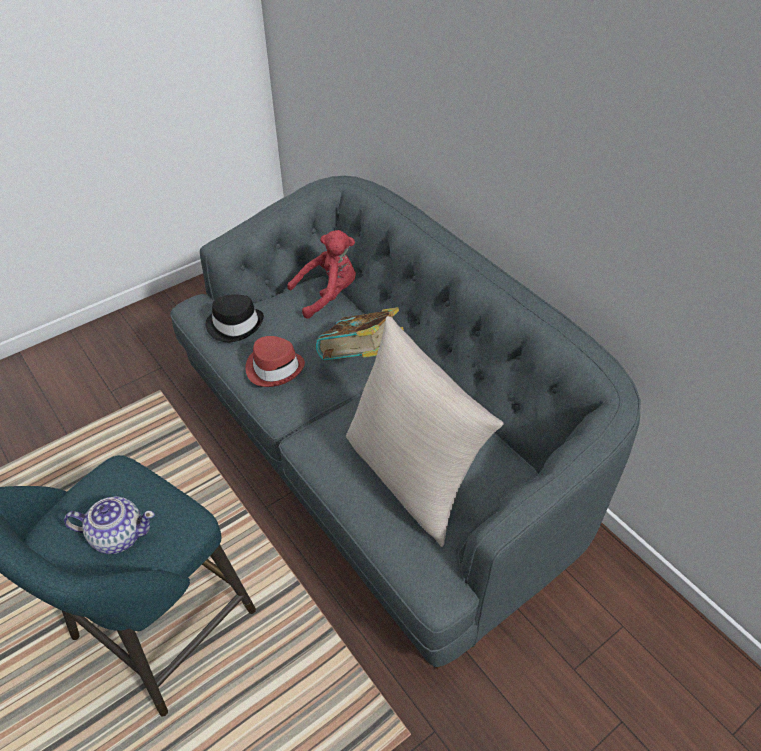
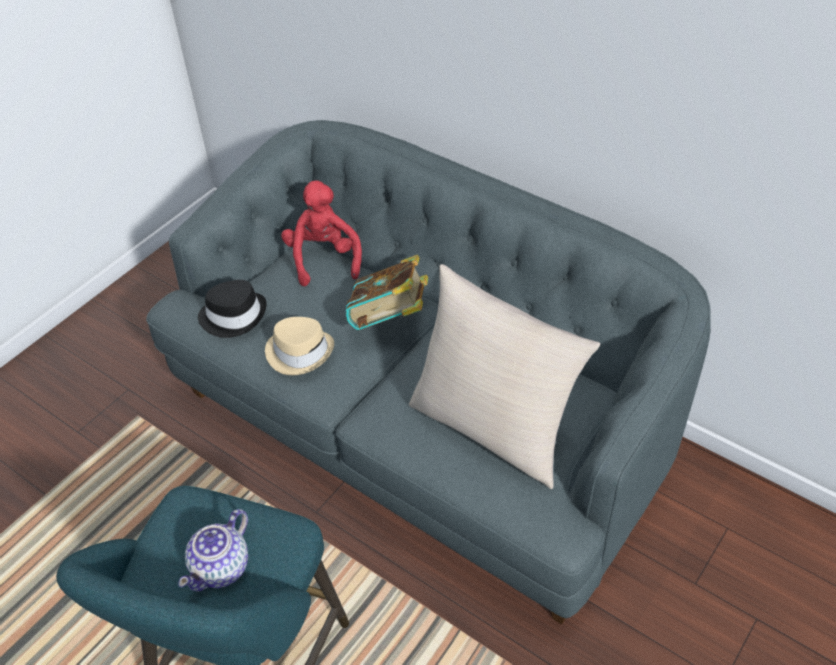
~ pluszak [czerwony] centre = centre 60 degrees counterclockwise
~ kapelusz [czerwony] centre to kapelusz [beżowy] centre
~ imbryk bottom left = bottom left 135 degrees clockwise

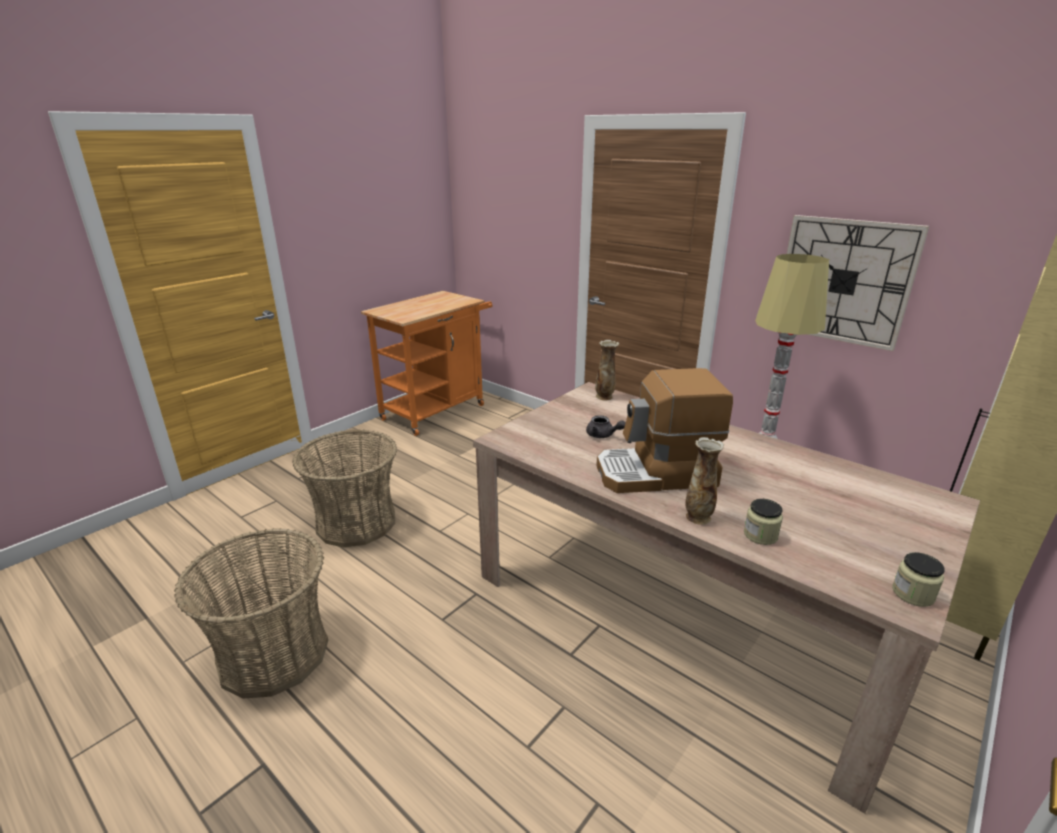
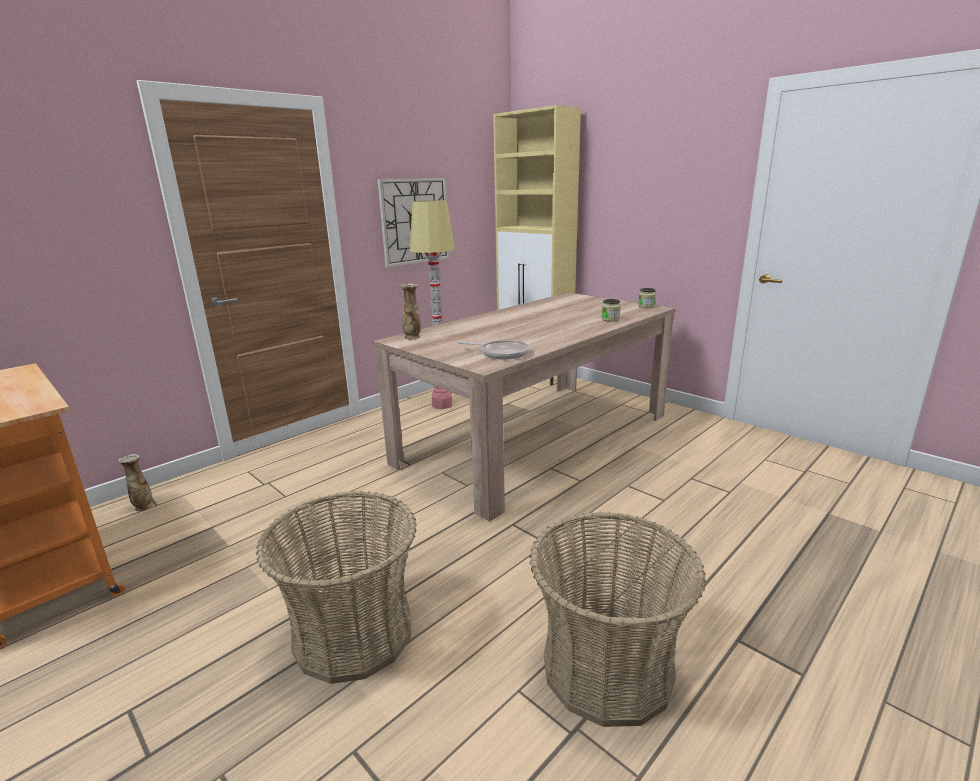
- ekspres do kawy centre
- imbryk [szary] centre
~ wazon (no. 2 from left in the first image) middle right to wazon (no. 1 from left) middle left
+ patelnia centre

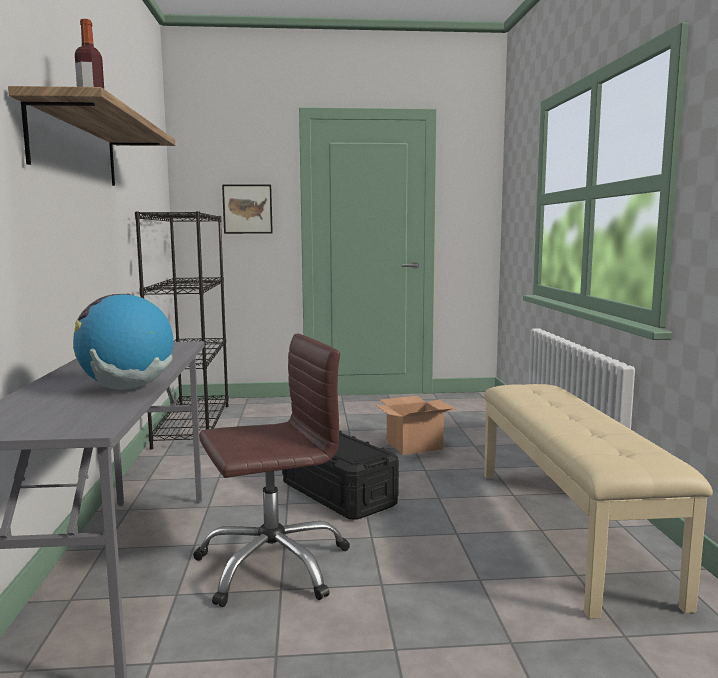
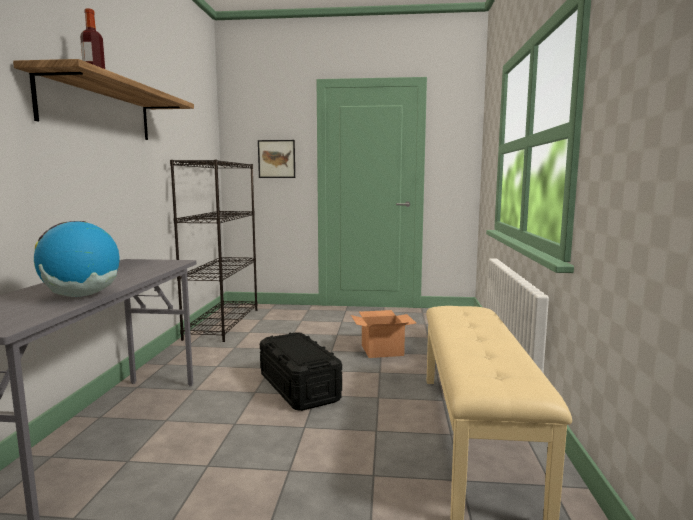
- krzesło biurowe [brązowy] bottom centre

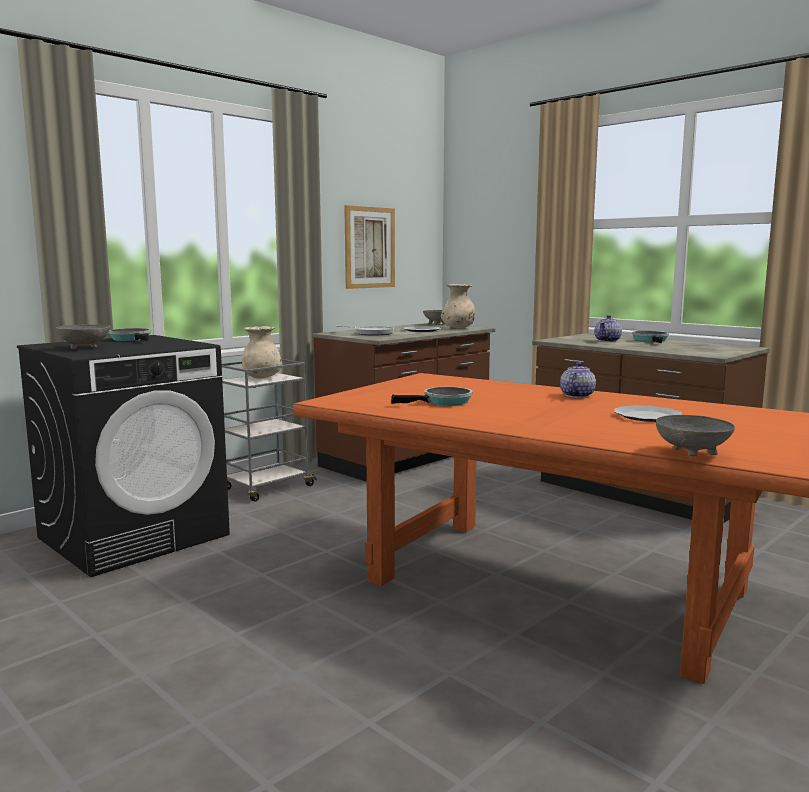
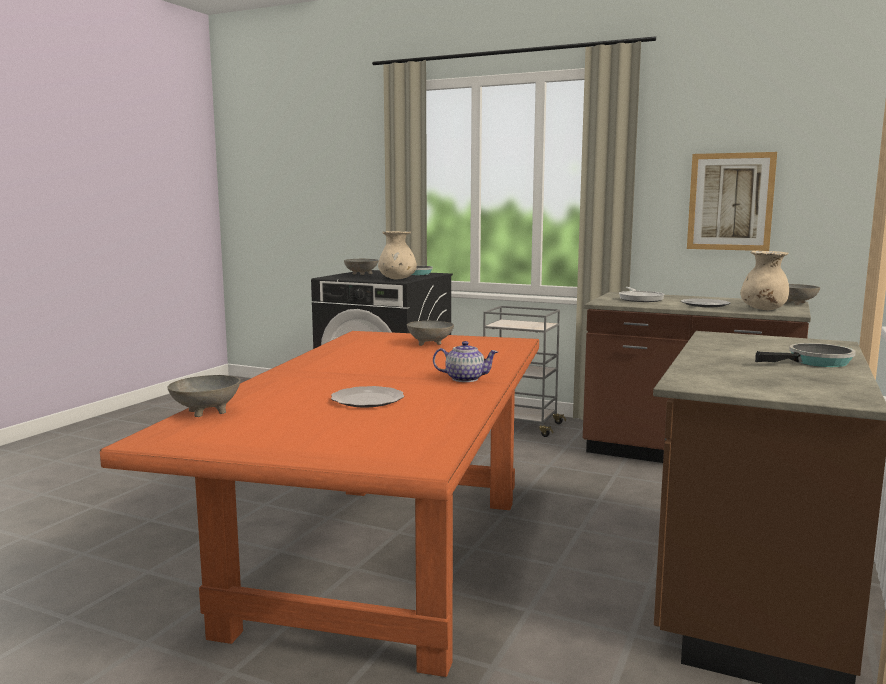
- imbryk (no. 2 from left) middle right
~ wazon [beżowy] (no. 1 from left) middle left to centre
- patelnia (no. 3 from left) centre
+ miska [szary] (no. 3 from left) centre

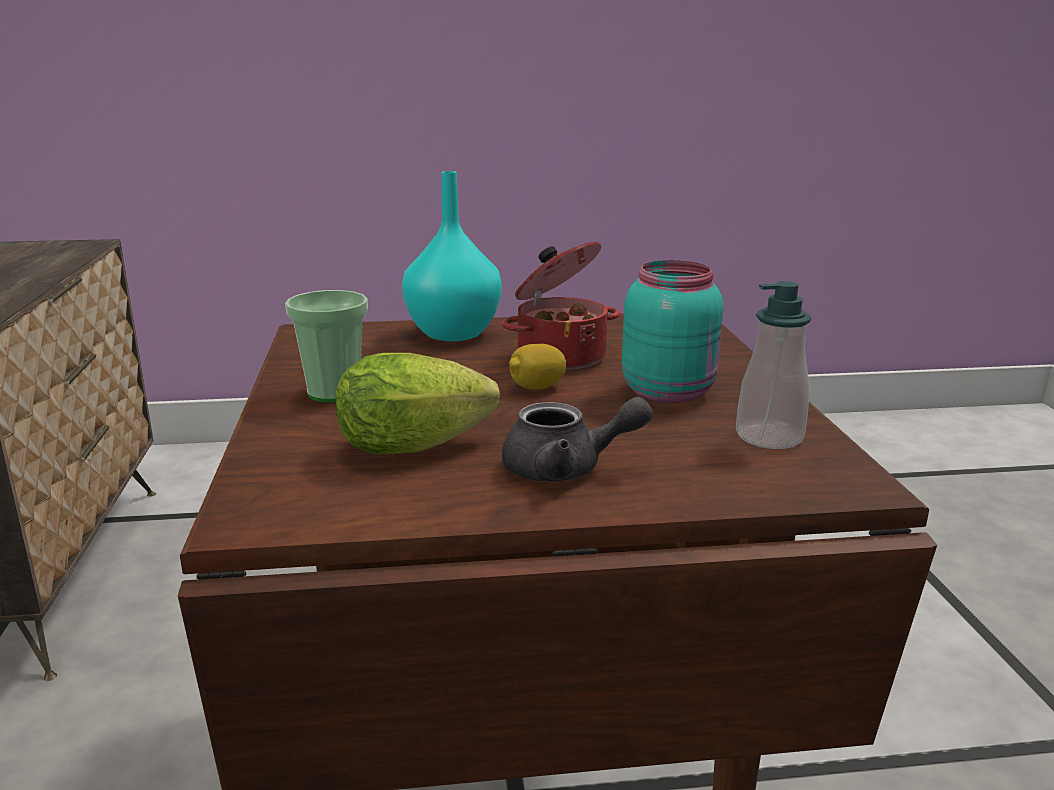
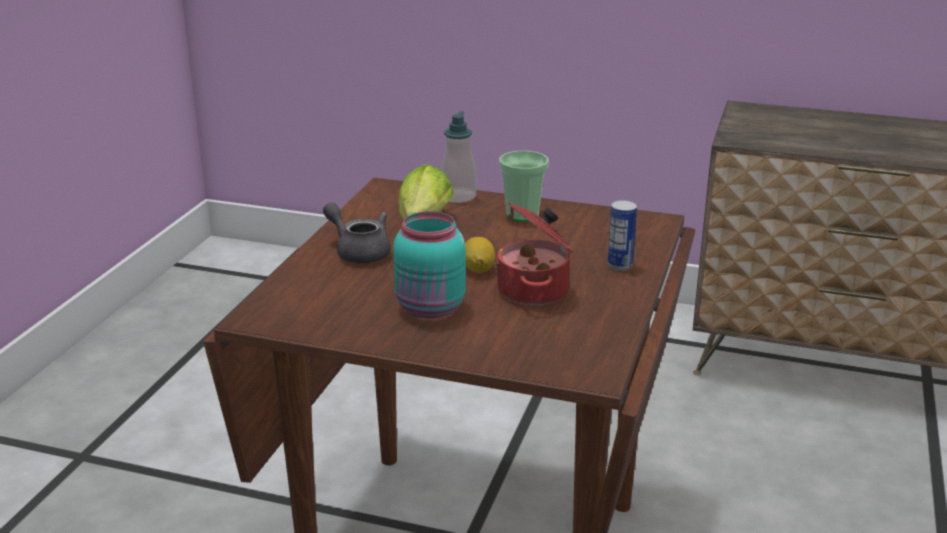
~ wazon [turkusowy] top centre to puszka centre
~ dozownik mydła middle right to top centre
~ imbryk [szary] centre = centre 105 degrees clockwise

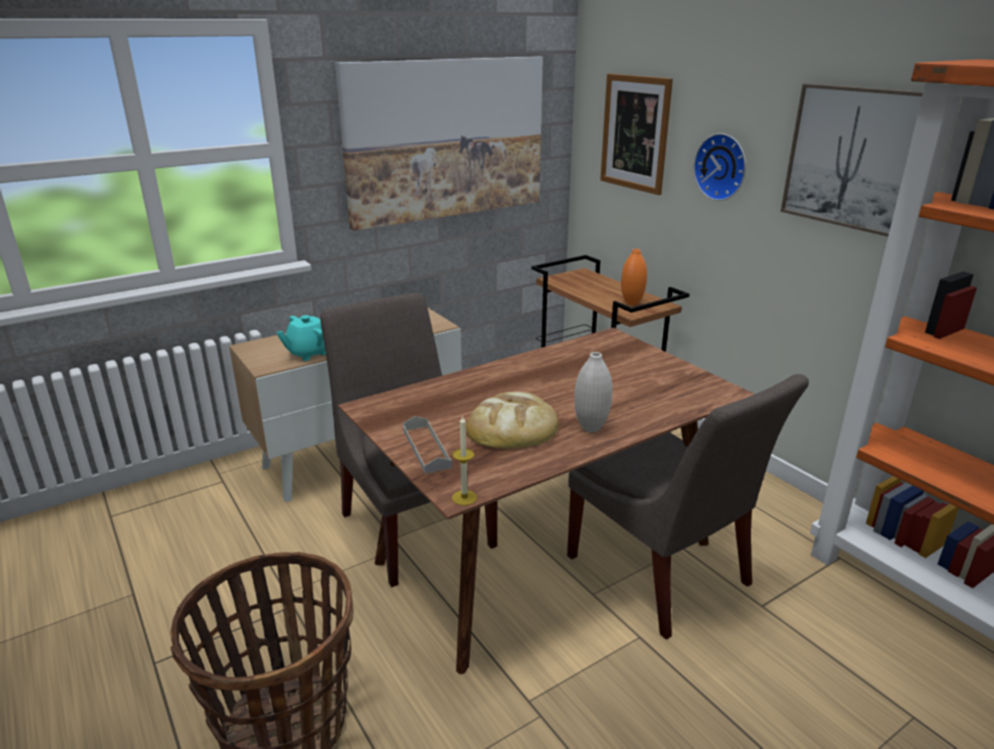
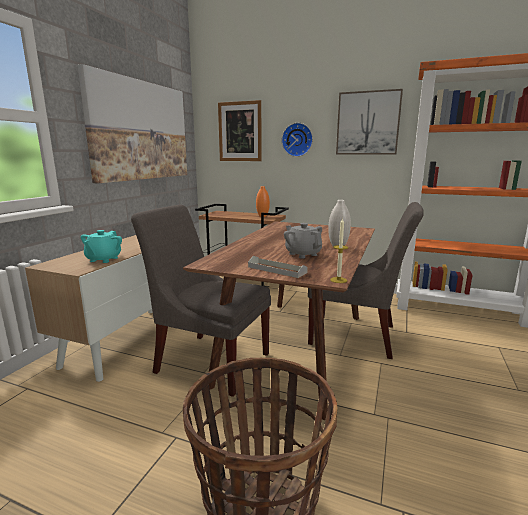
~ chleb centre to imbryk [szary] centre

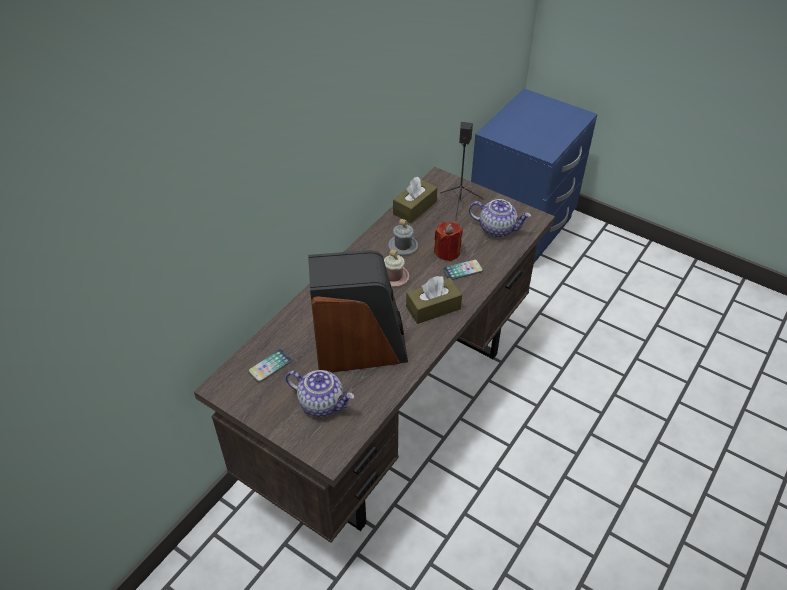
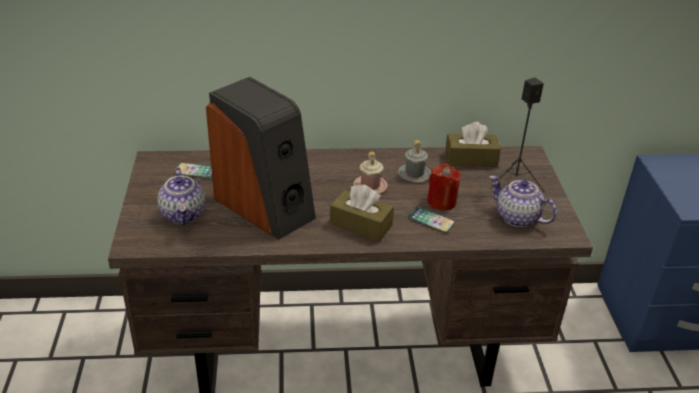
~ imbryk (no. 2 from left) centre = middle right 150 degrees clockwise

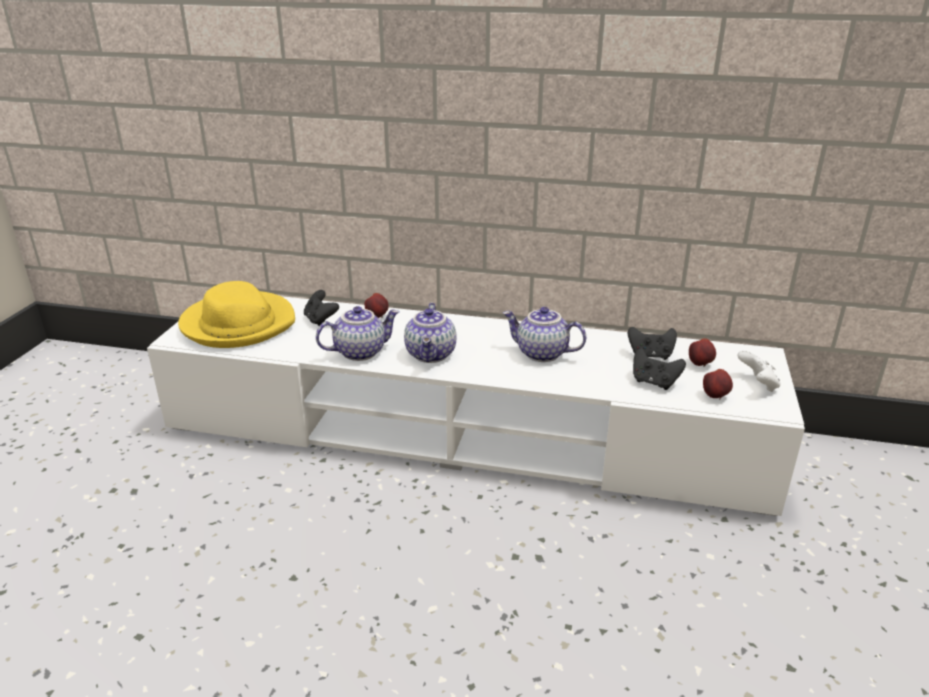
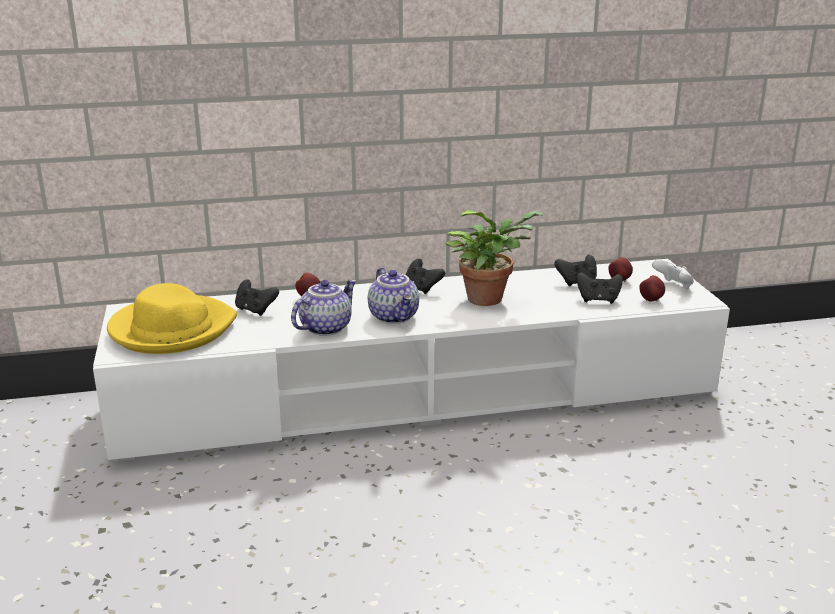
~ imbryk (no. 3 from left) centre to roślina doniczkowa centre
+ pad do gier [czarny] (no. 2 from left) centre

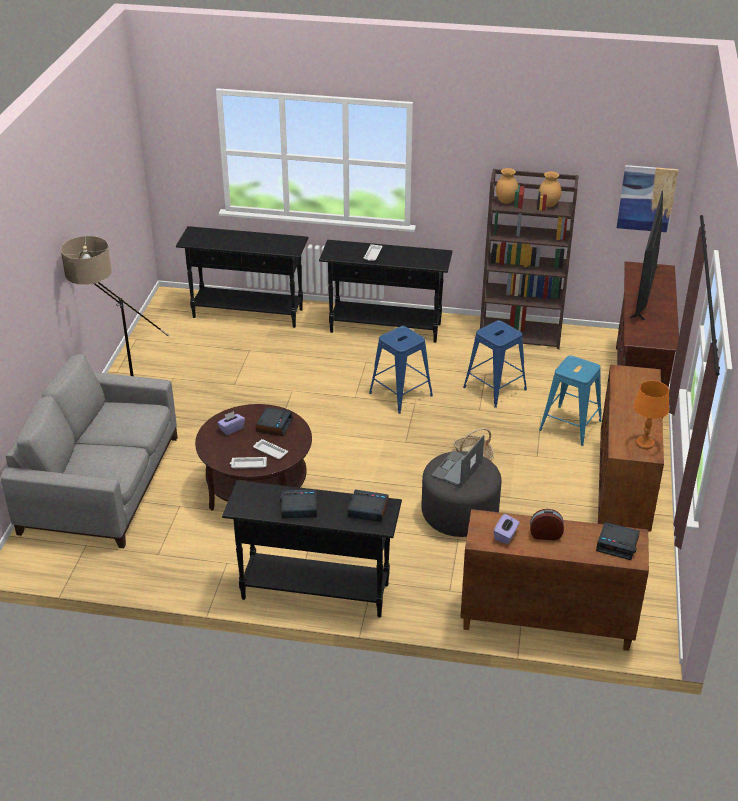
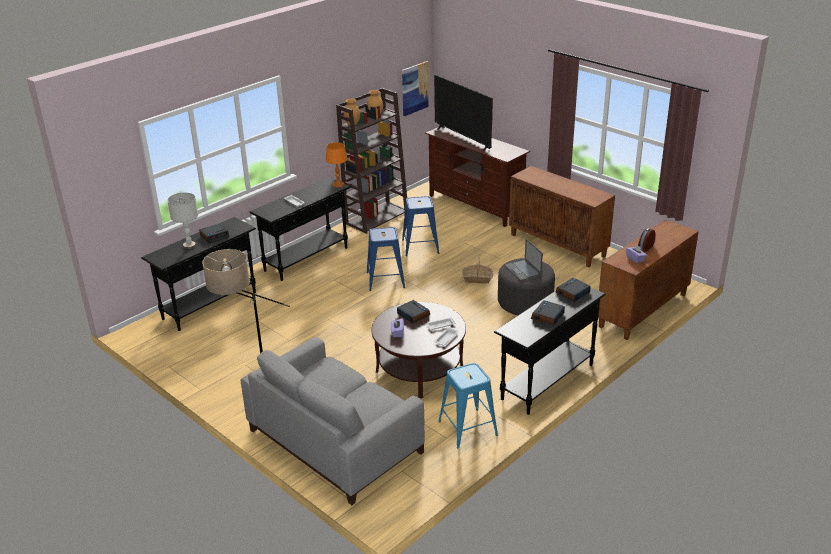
~ stołek [niebieski] (no. 3 from left) middle right to bottom centre
~ lampa stołowa [pomarańczowy] middle right to top centre
~ budzik (no. 5 from left in the first image) bottom right to budzik (no. 1 from left) middle left
+ lampa stołowa [szary] middle left

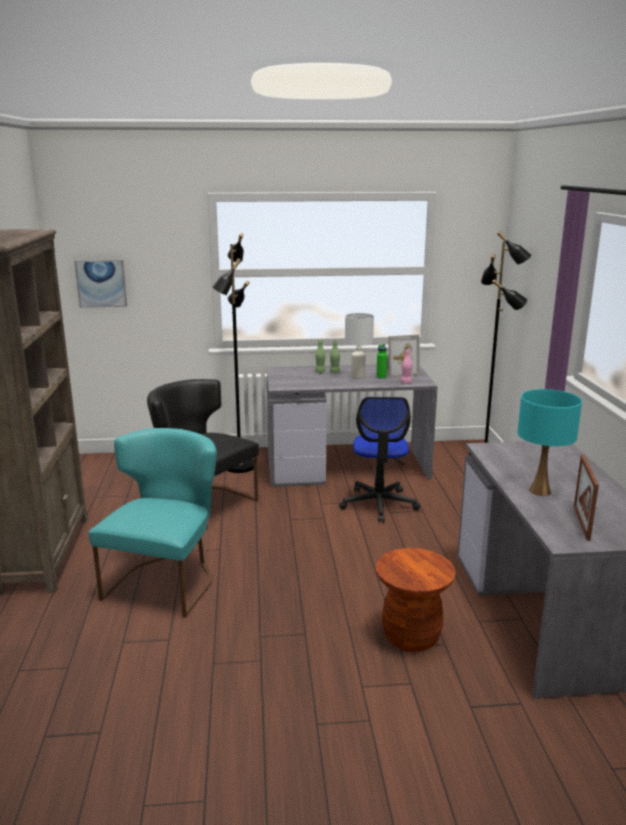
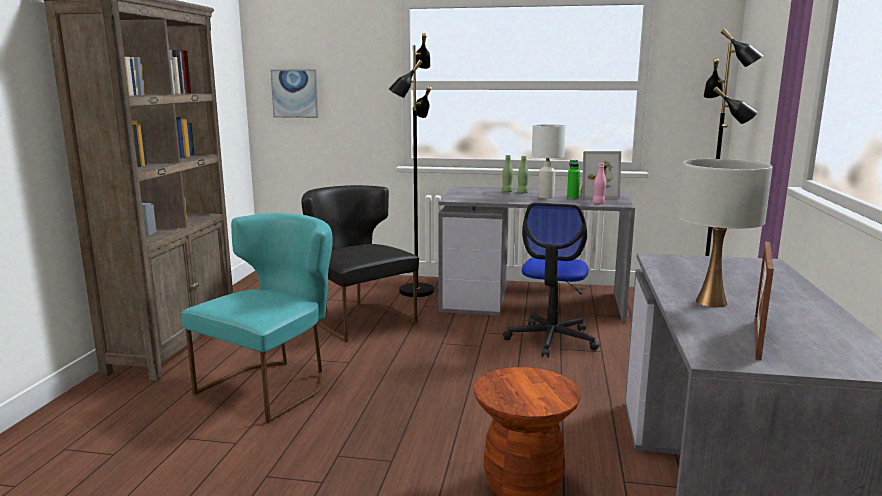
~ lampa stołowa [turkusowy] middle right to lampa stołowa [biały] (no. 2 from left) middle right

